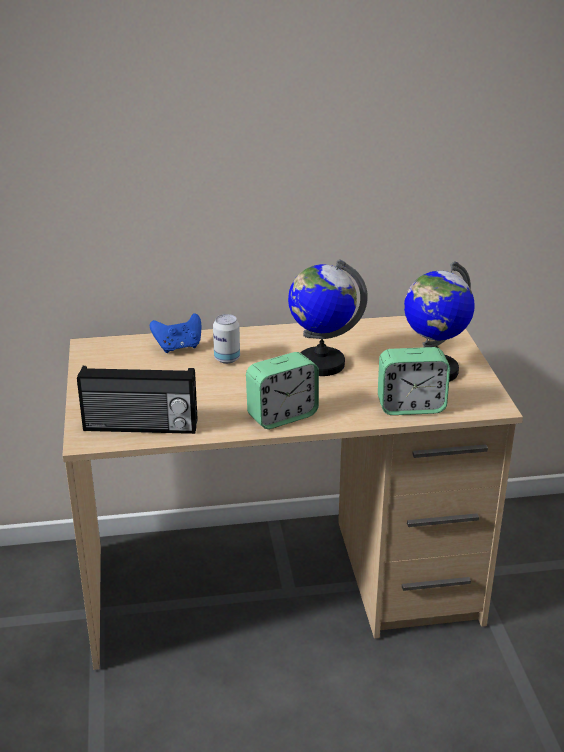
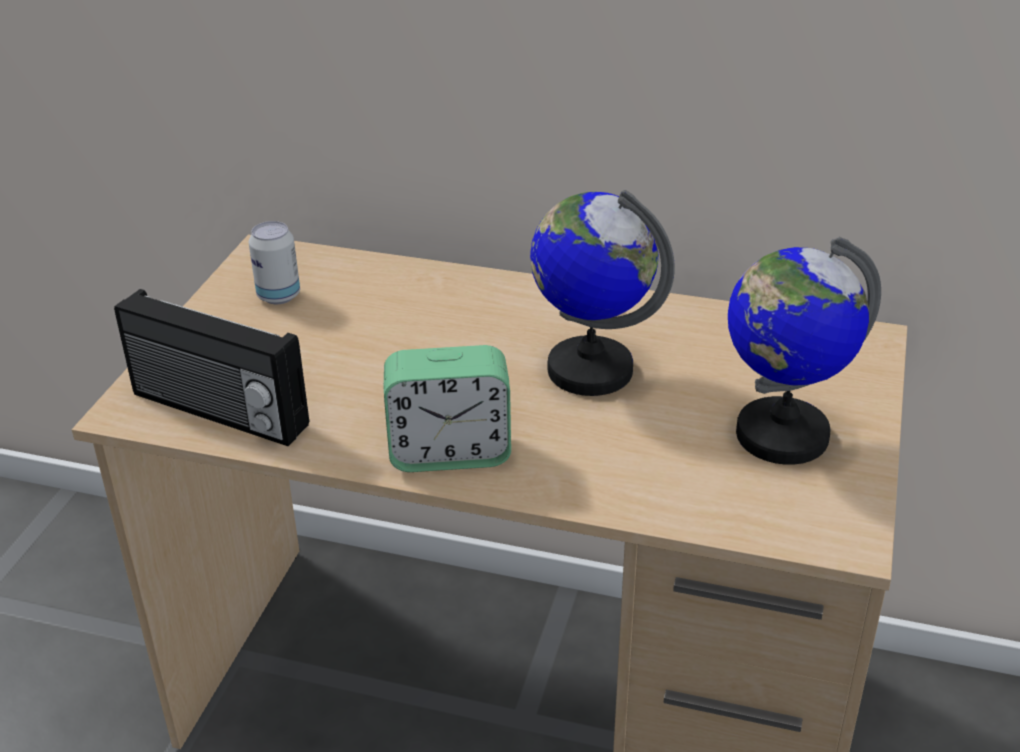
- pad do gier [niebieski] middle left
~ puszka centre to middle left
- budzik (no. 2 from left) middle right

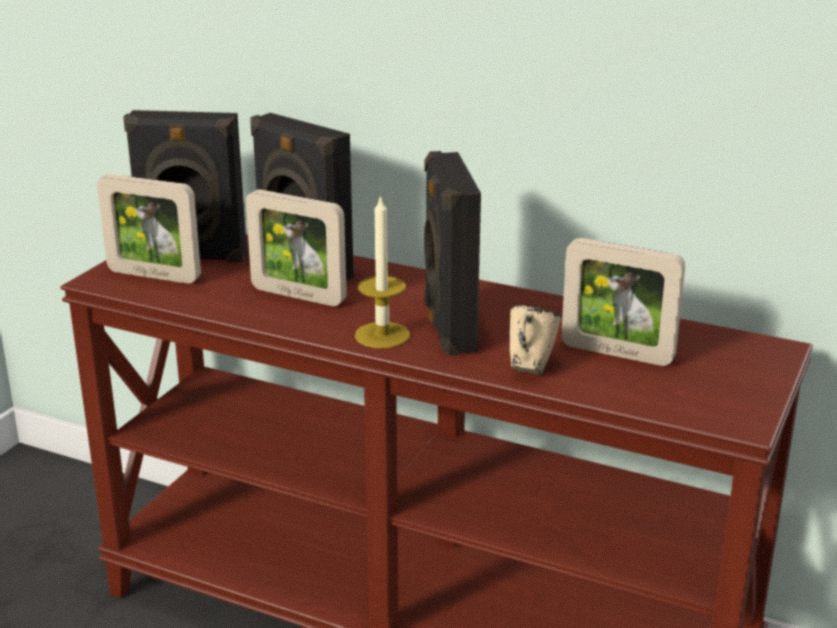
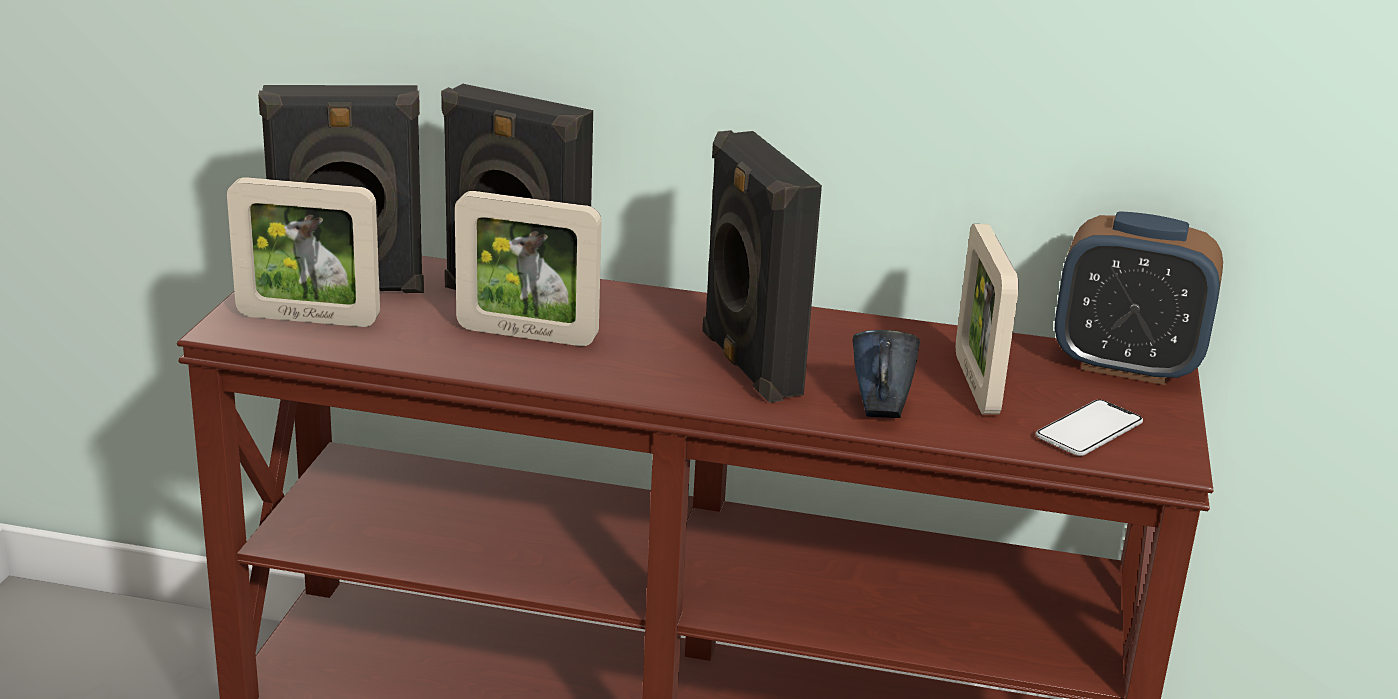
- świeca centre
~ ramka na zdjęcie (no. 3 from left) middle right = middle right 75 degrees clockwise
~ kubek [beżowy] centre to kubek [niebieski] centre
+ budzik middle right
+ telefon middle right

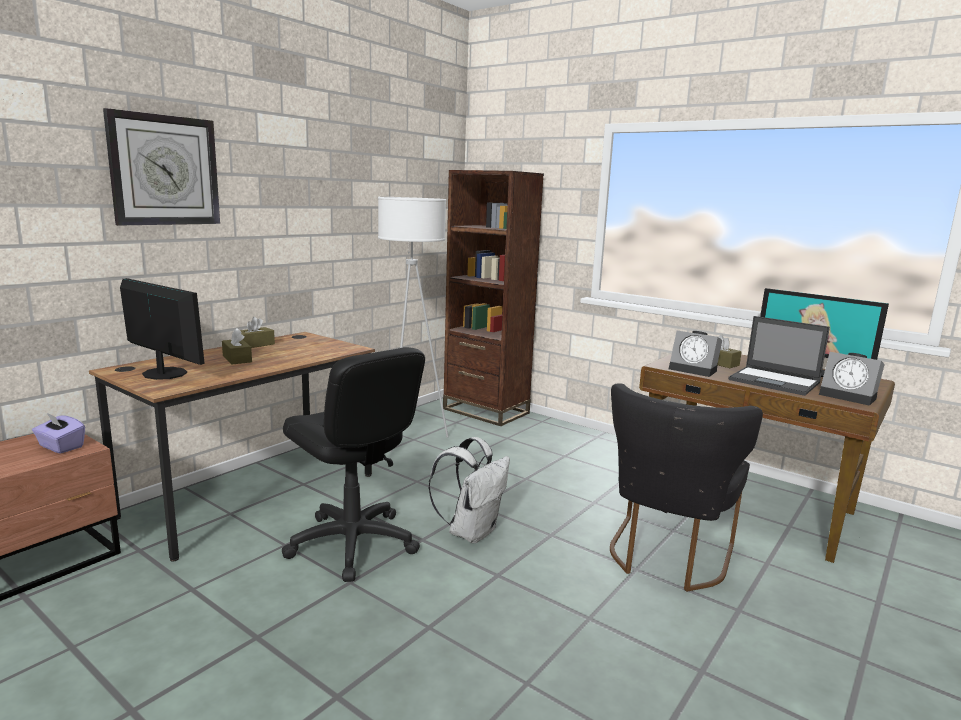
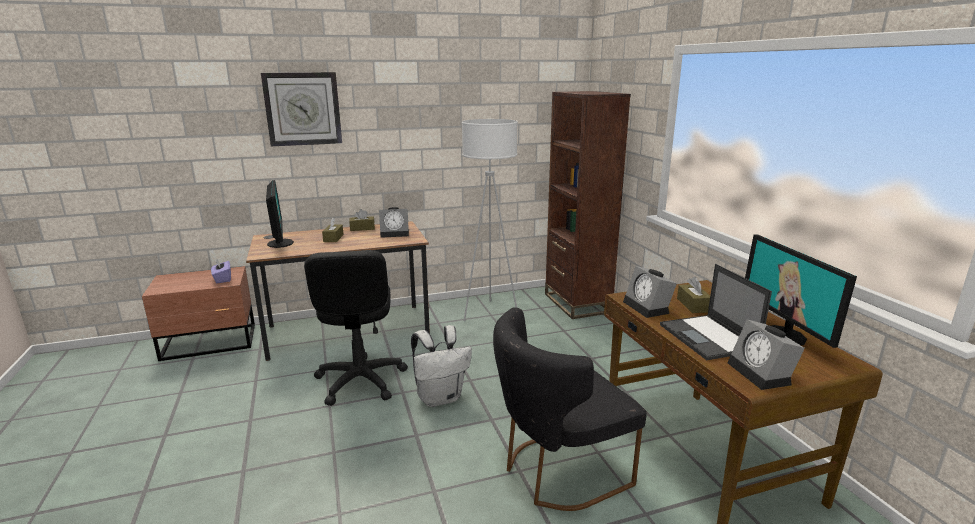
+ budzik (no. 1 from left) centre

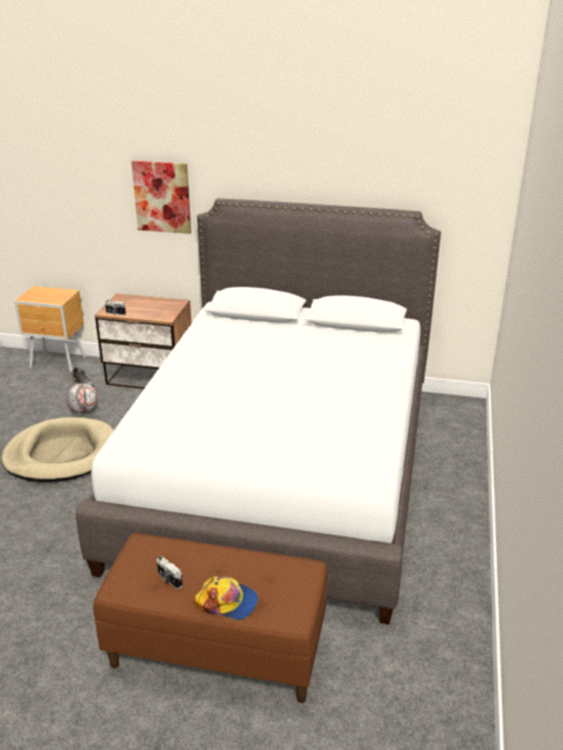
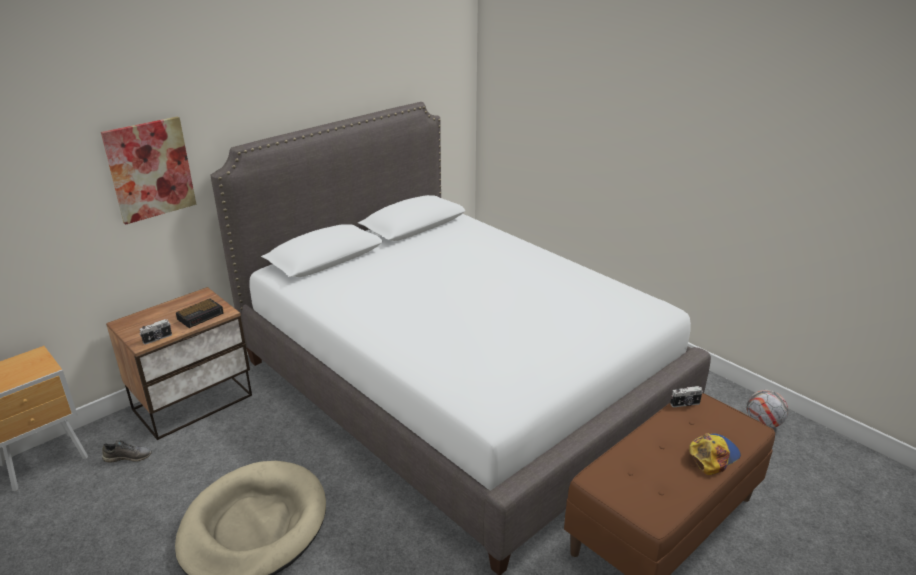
~ piłka futbolowa middle left to bottom right
~ aparat fotograficzny (no. 2 from left) bottom left to bottom right
+ budzik middle left

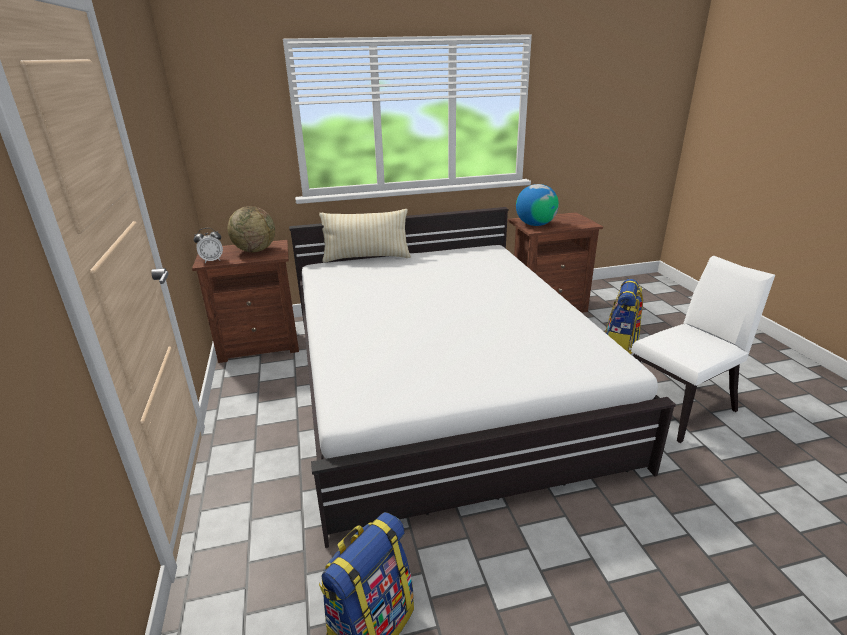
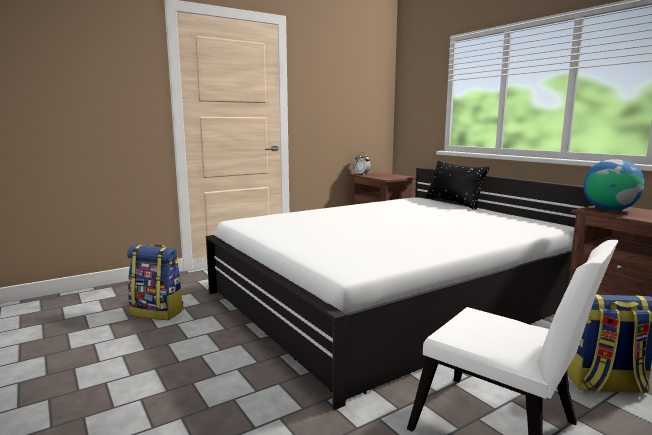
- globus (no. 1 from left) middle left
~ poduszka [beżowy] centre to poduszka [czarny] middle right

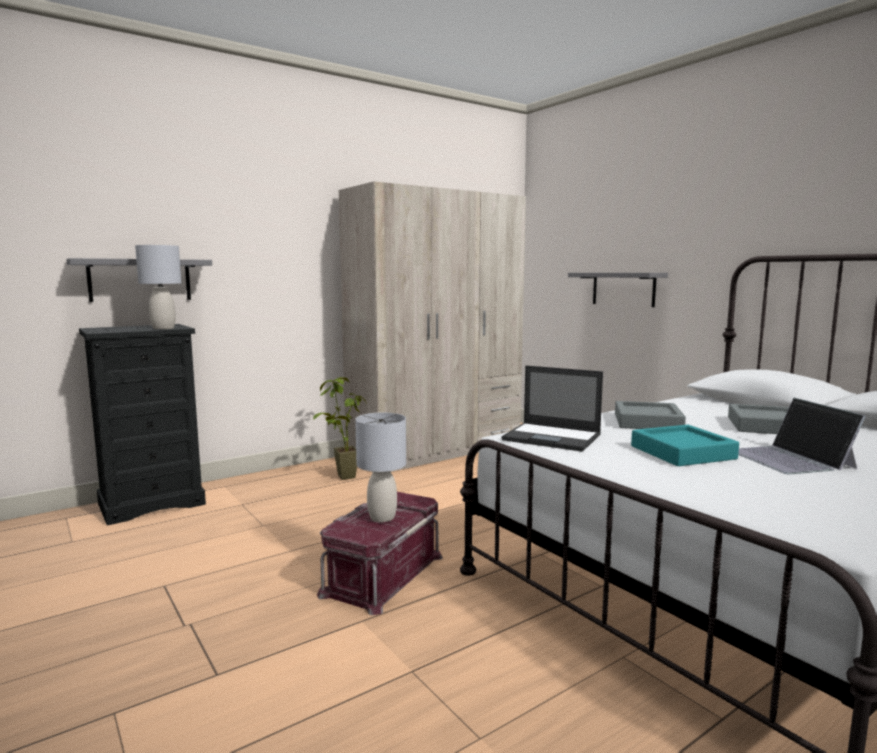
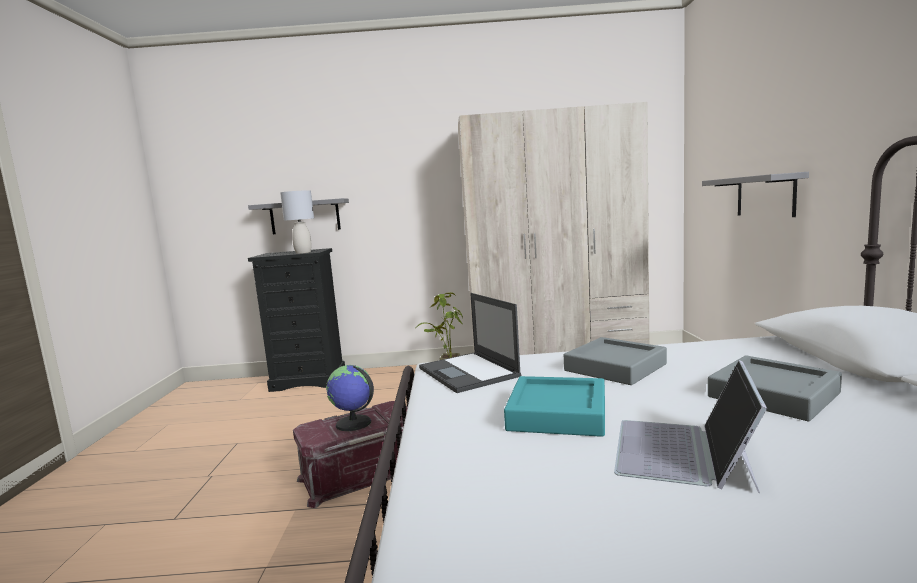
~ lampa stołowa [szary] (no. 2 from left) centre to globus bottom centre

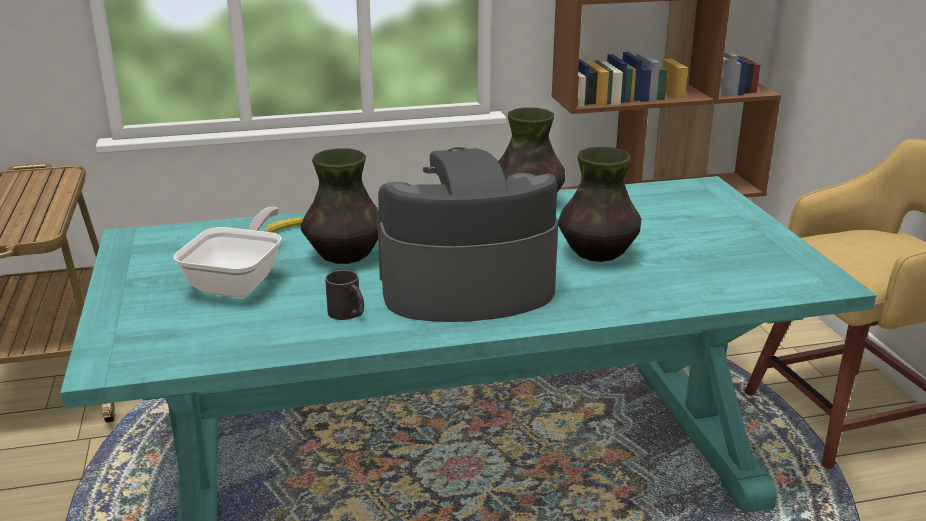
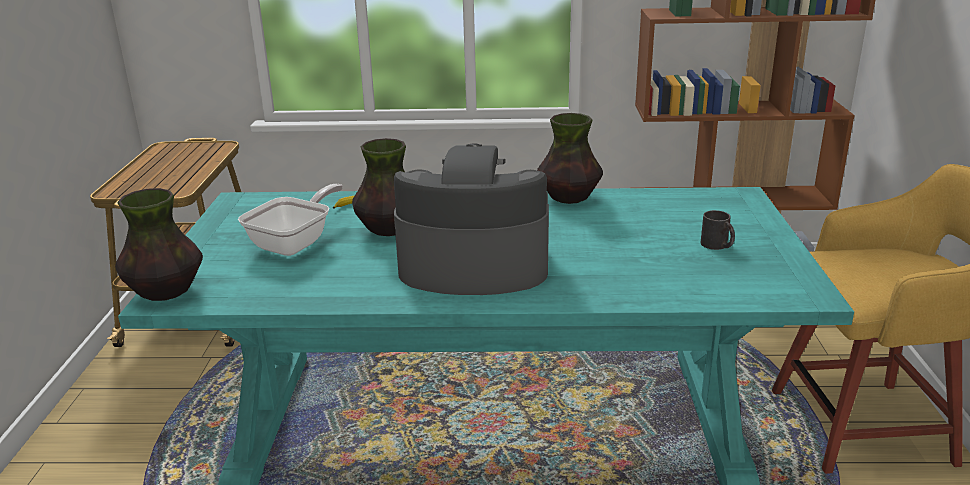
~ wazon (no. 3 from left in the first image) centre to wazon (no. 1 from left) middle left
~ kubek [czarny] centre to middle right

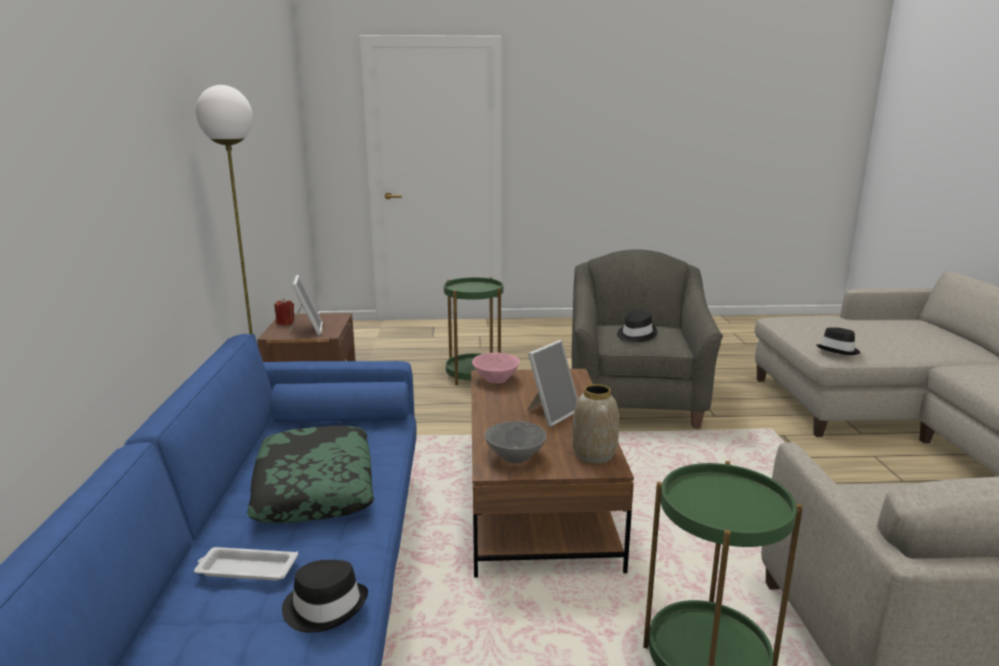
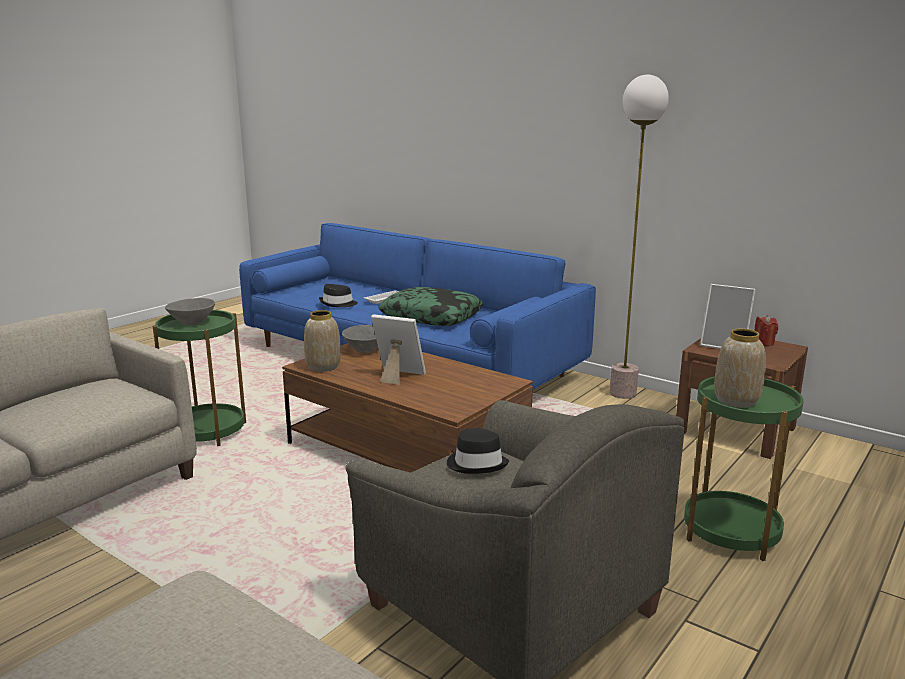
- kapelusz [czarny] (no. 3 from left) middle right
~ ramka na zdjęcie (no. 2 from left in the first image) centre = centre 120 degrees clockwise
- miska [różowy] centre
+ miska [szary] (no. 1 from left) middle left
+ wazon (no. 2 from left) middle right

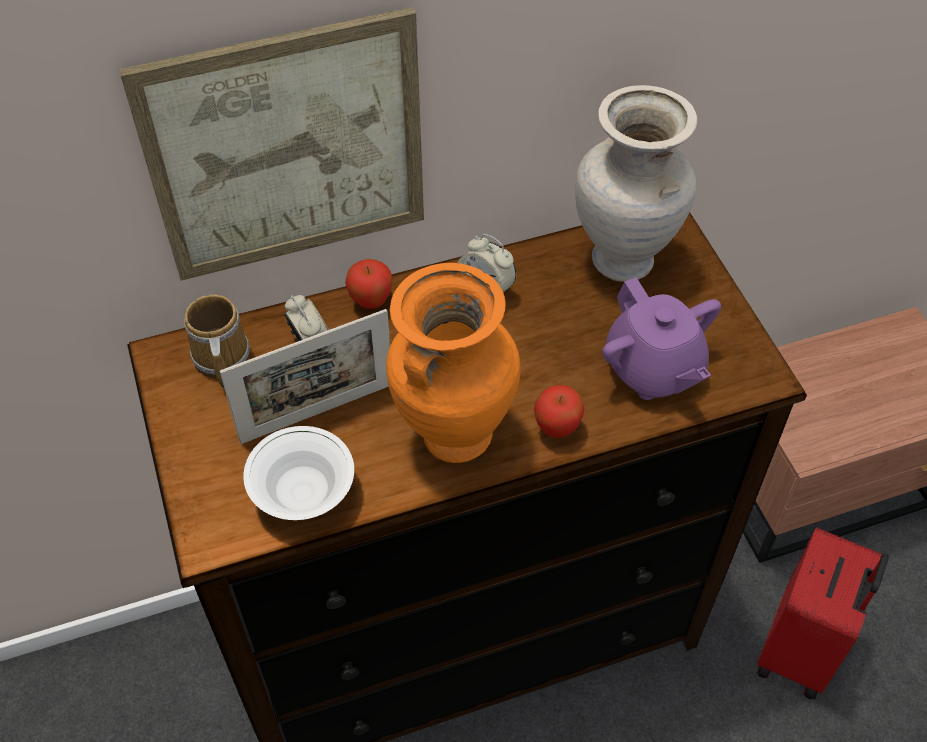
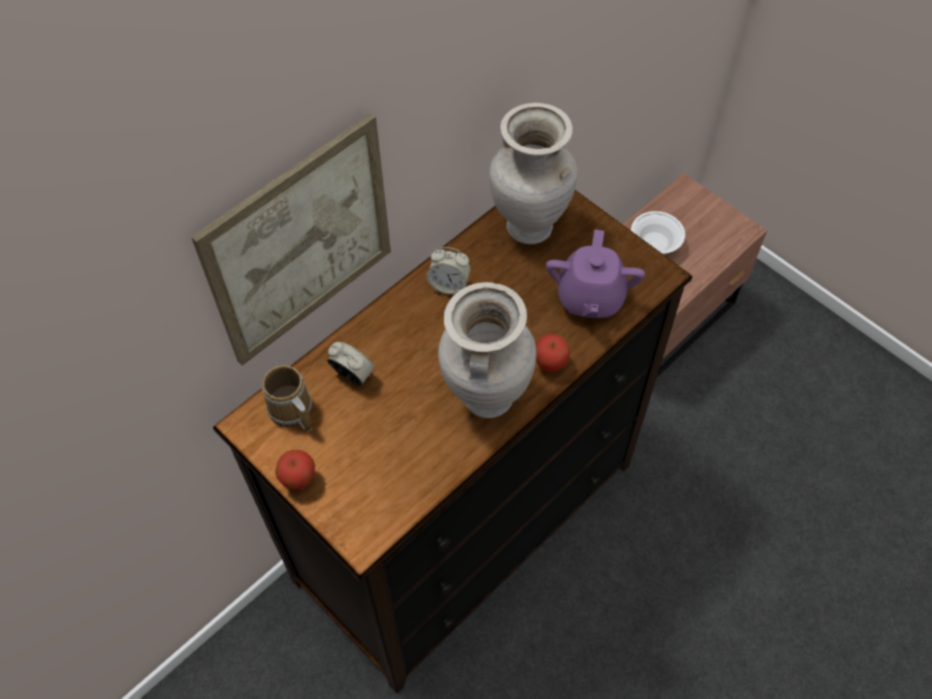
~ jabłko (no. 1 from left) centre to bottom left
~ wazon [pomarańczowy] centre to wazon [beżowy] (no. 1 from left) centre
~ imbryk [fioletowy] middle right = centre 60 degrees clockwise
- ramka na zdjęcie middle left
~ miska [biały] middle left to top right
- walizka [czerwony] bottom right

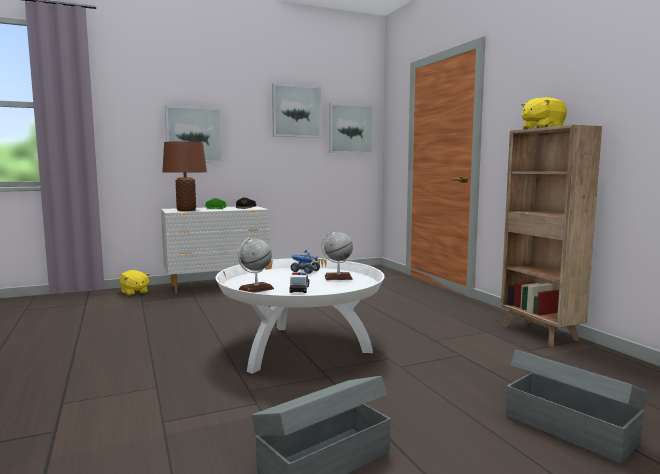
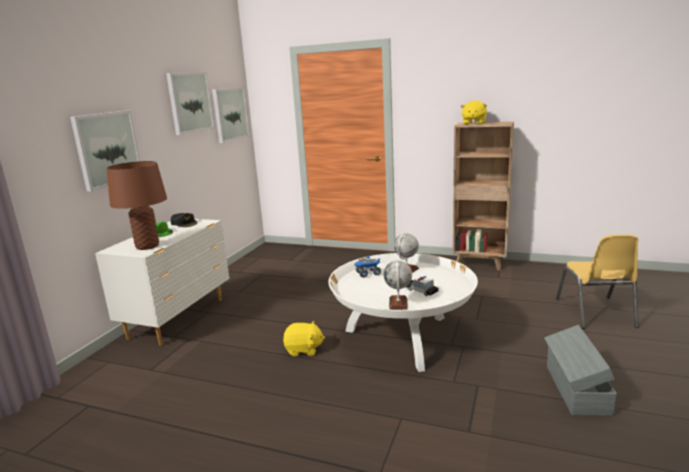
~ pluszak [żółty] (no. 1 from left) middle left to bottom centre
~ pojemnik do przechowywania [szary] (no. 2 from left) bottom right to krzesło [żółty] middle right

